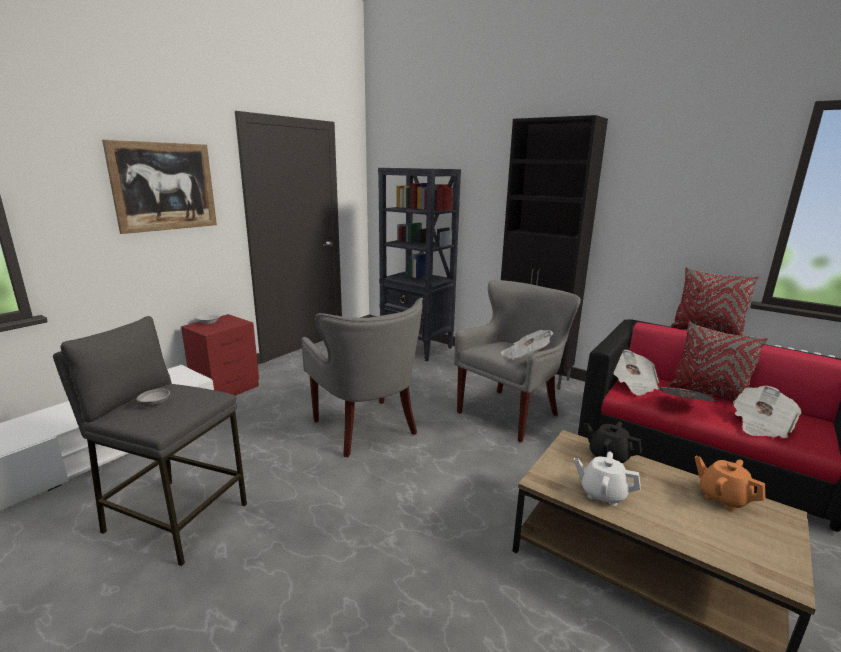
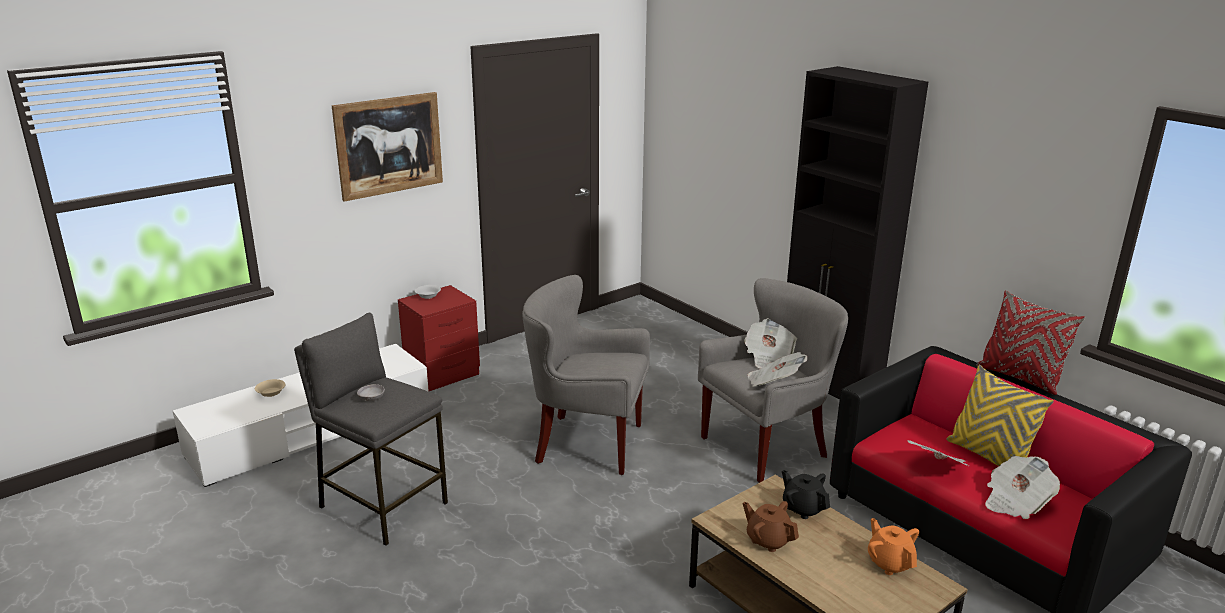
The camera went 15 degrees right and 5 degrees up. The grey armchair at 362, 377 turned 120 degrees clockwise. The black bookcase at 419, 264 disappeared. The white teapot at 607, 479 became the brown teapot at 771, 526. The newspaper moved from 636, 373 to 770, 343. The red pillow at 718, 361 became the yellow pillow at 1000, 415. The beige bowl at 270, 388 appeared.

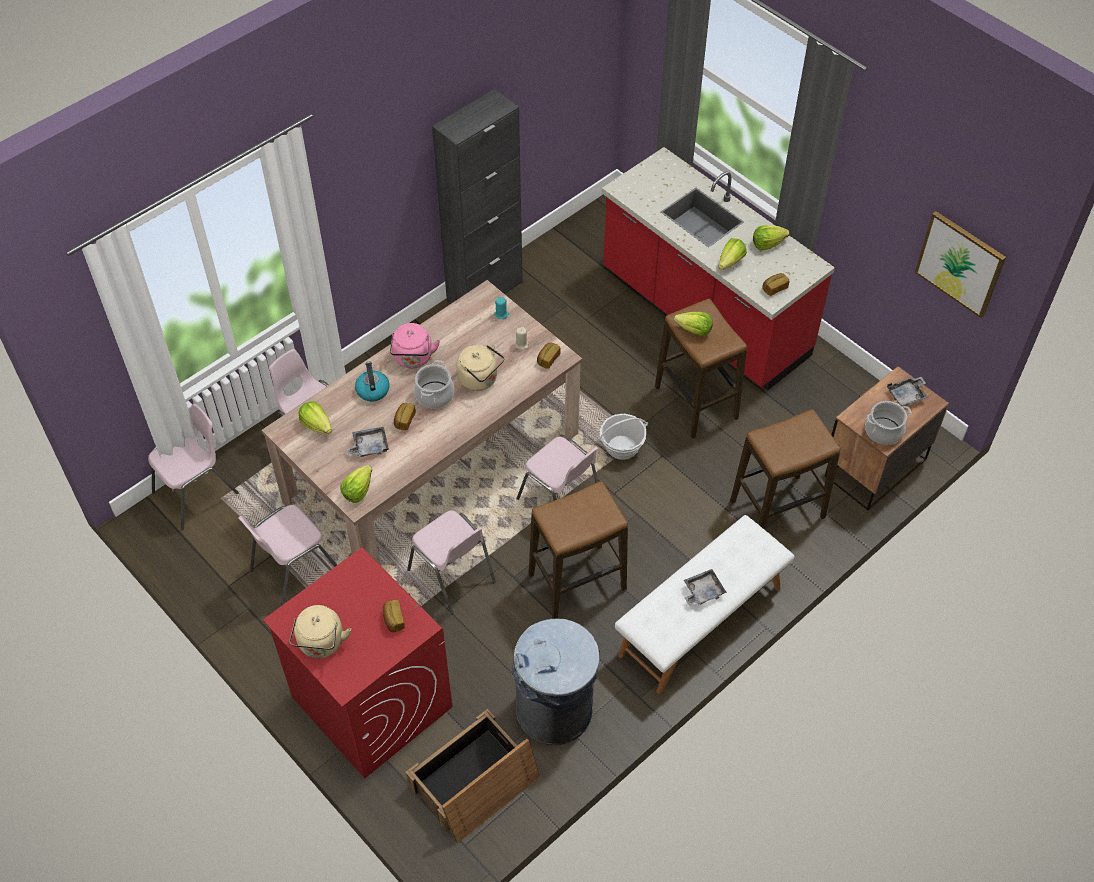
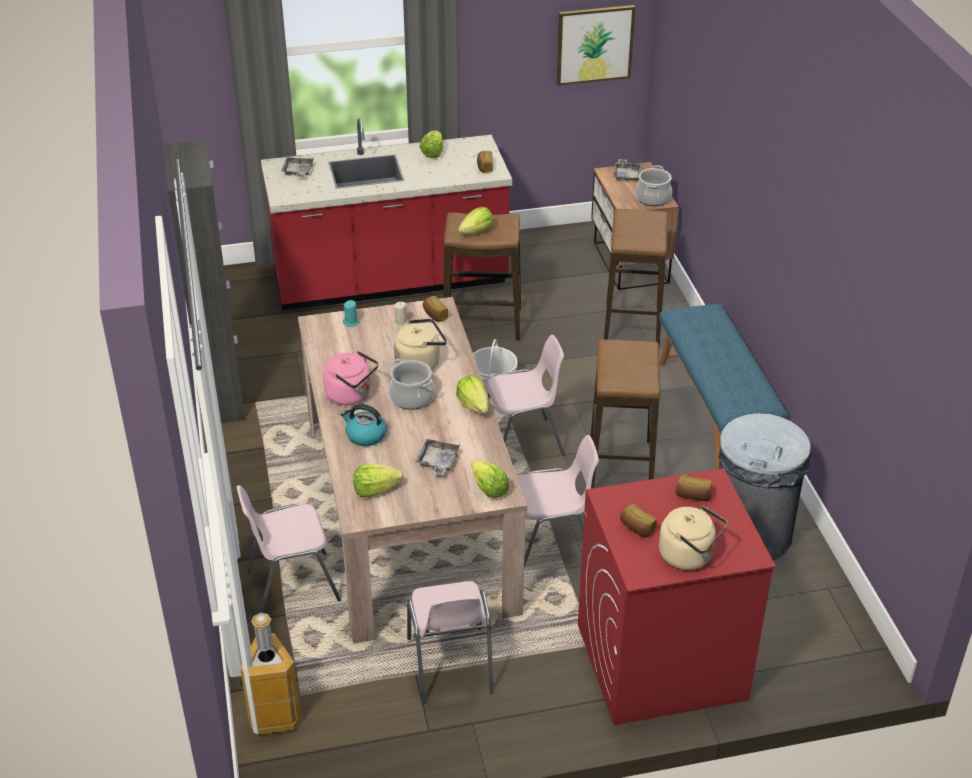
The camera went 60 degrees left and 15 degrees down. The pink chair at 193, 466 was replaced by the trash can at 270, 674. The bread moved from 405, 416 to 638, 520. The crate at 472, 776 disappeared. The white bench at 704, 604 became the blue bench at 723, 386. The grey tray moved from 705, 587 to 297, 167. The lettuce moved from 732, 254 to 472, 394.

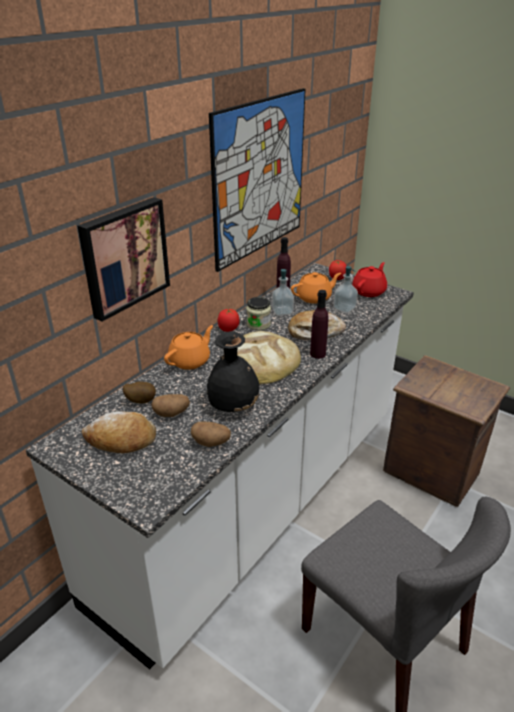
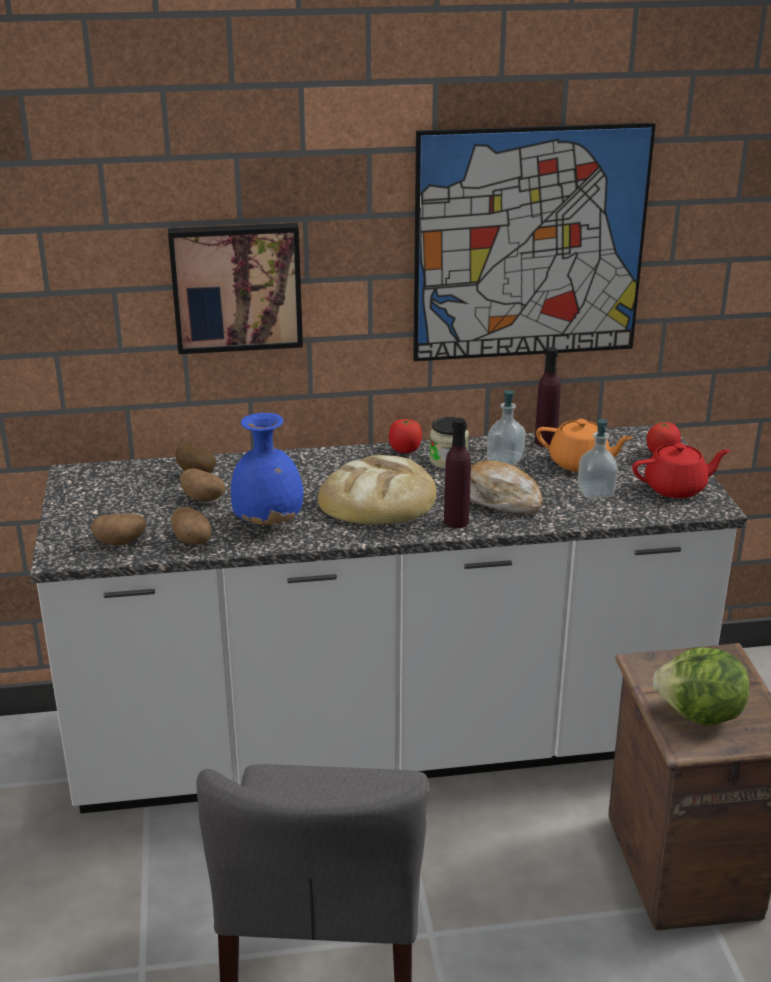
The camera went 45 degrees right and 5 degrees down. The bread at 119, 432 disappeared. The orange teapot at 188, 347 disappeared. The black vase at 233, 372 became the blue vase at 267, 469. The potato at 119, 530 appeared. The lettuce at 701, 686 appeared.

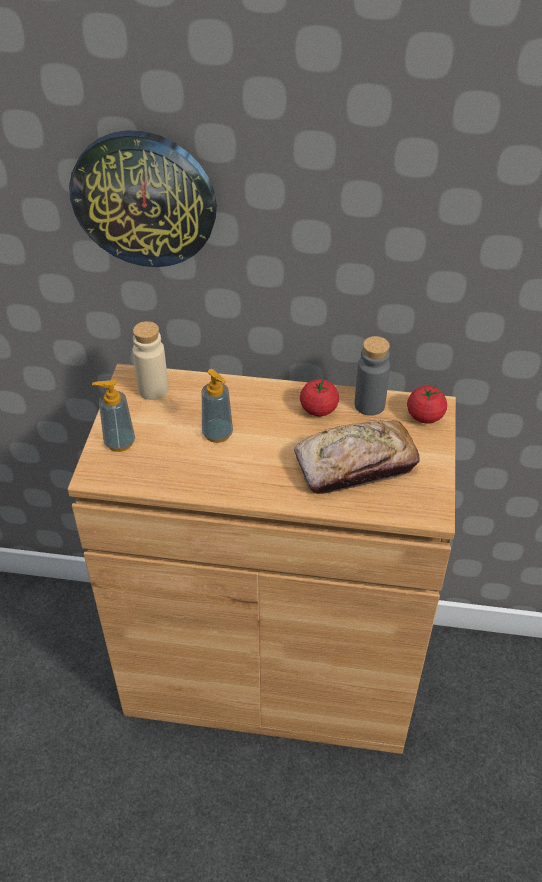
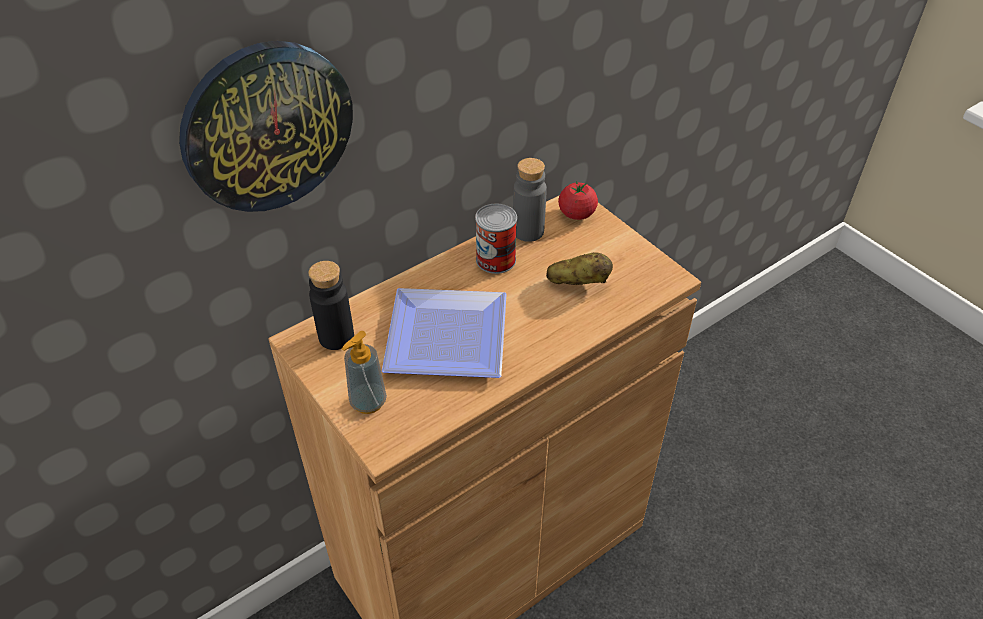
The camera went 45 degrees left and 0 degrees up. The beige bottle at 150, 360 became the black bottle at 331, 305. The soap dispenser at 217, 406 was replaced by the plate at 444, 333. The bread at 356, 457 was replaced by the potato at 579, 268. The tomato at 319, 397 was replaced by the can at 496, 239.

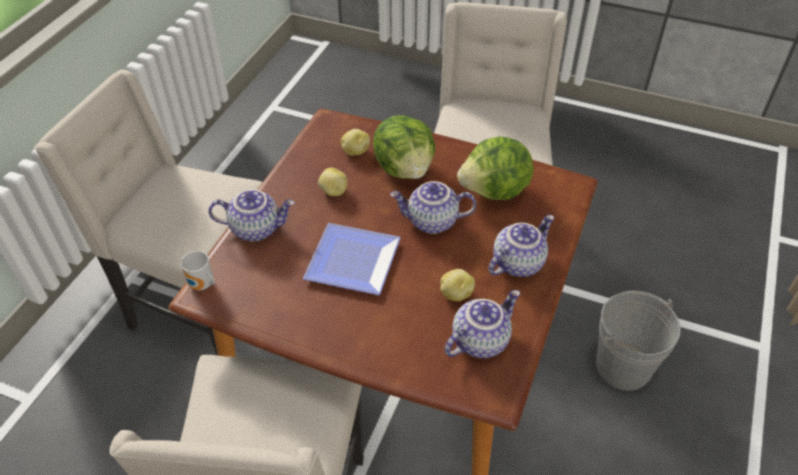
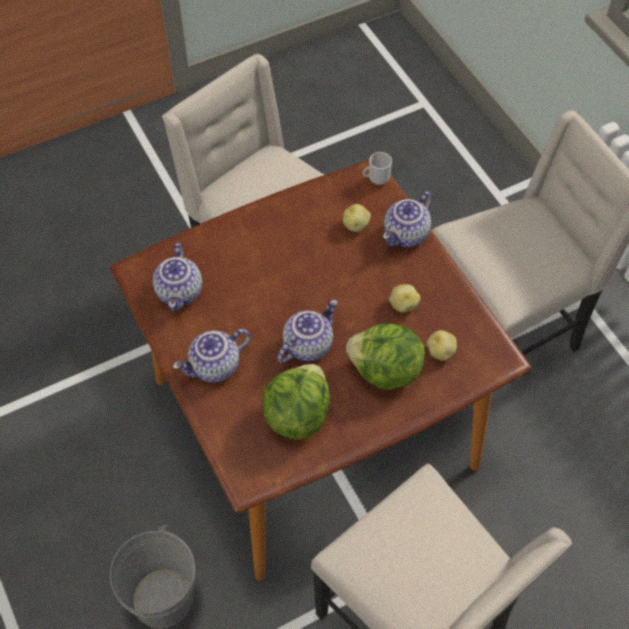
The camera went 130 degrees right and 10 degrees up. The plate at 352, 259 disappeared. The potato moved from 457, 285 to 357, 218. The teapot at 521, 246 turned 60 degrees clockwise.

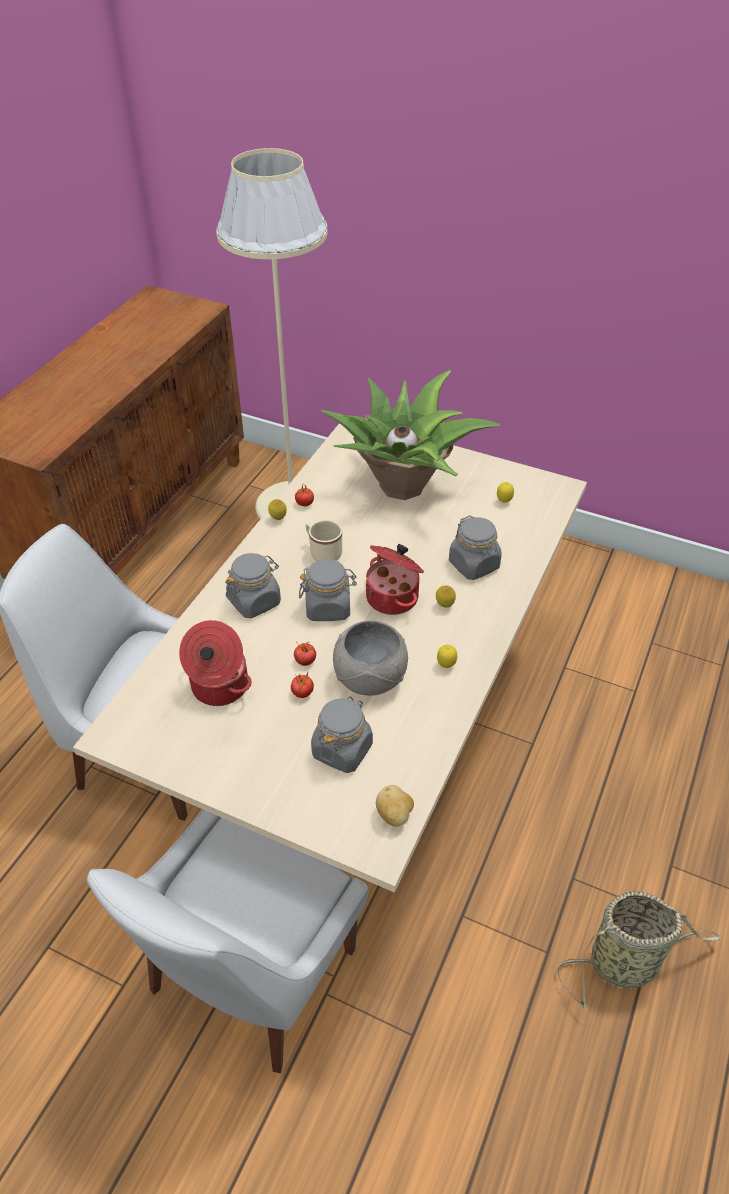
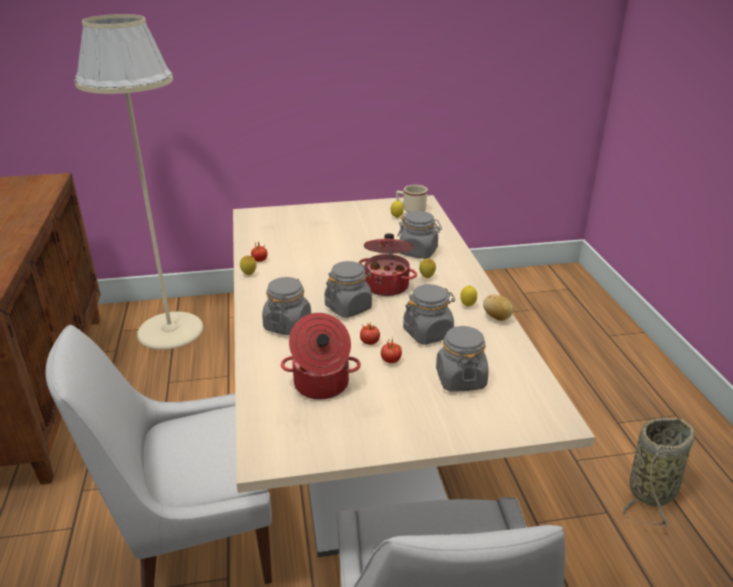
The camera went 35 degrees left and 15 degrees down. The beige mug moved from 323, 540 to 411, 199. The potted plant at 410, 435 disappeared. The grey bowl at 370, 658 was replaced by the grey jar at 429, 314. The potato moved from 395, 805 to 498, 307.

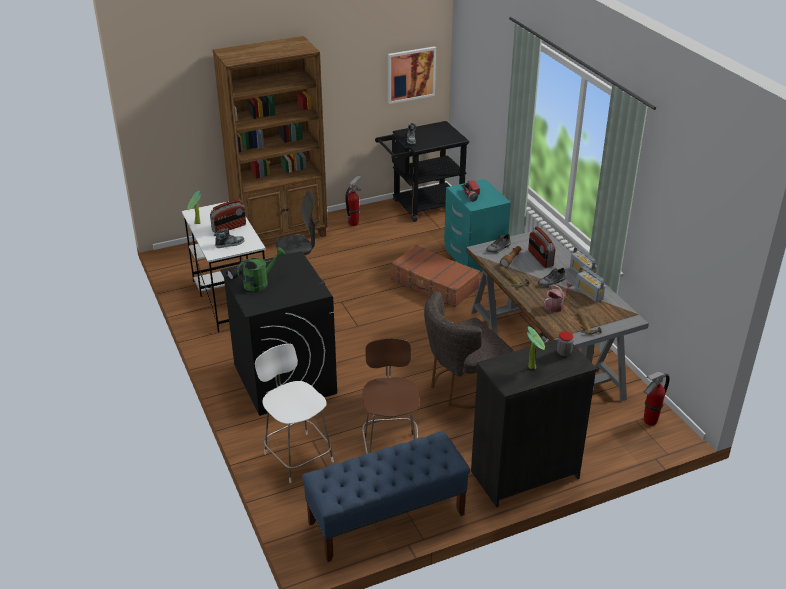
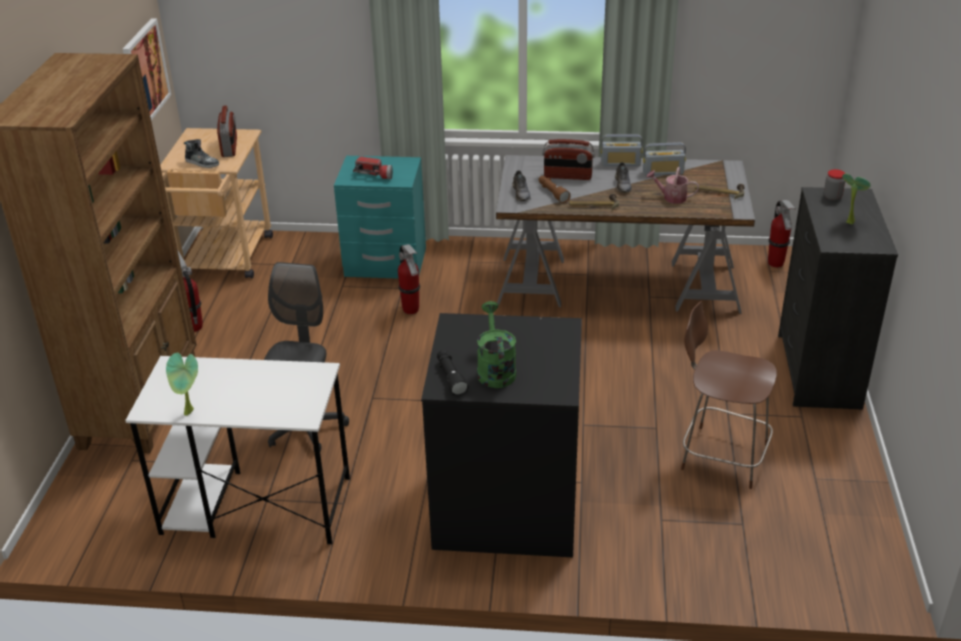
The camera went 60 degrees left and 0 degrees up. The radio moved from 228, 216 to 227, 131. The shoe at 229, 238 disappeared. The white stool at 294, 413 disappeared. The blue bench at 386, 496 disappeared. The black cart at 422, 171 became the beige cart at 216, 203. The brown suitcase at 435, 276 was replaced by the fire extinguisher at 409, 279. The grey chair at 469, 350 disappeared. The watering can at 558, 297 turned 60 degrees counterclockwise.

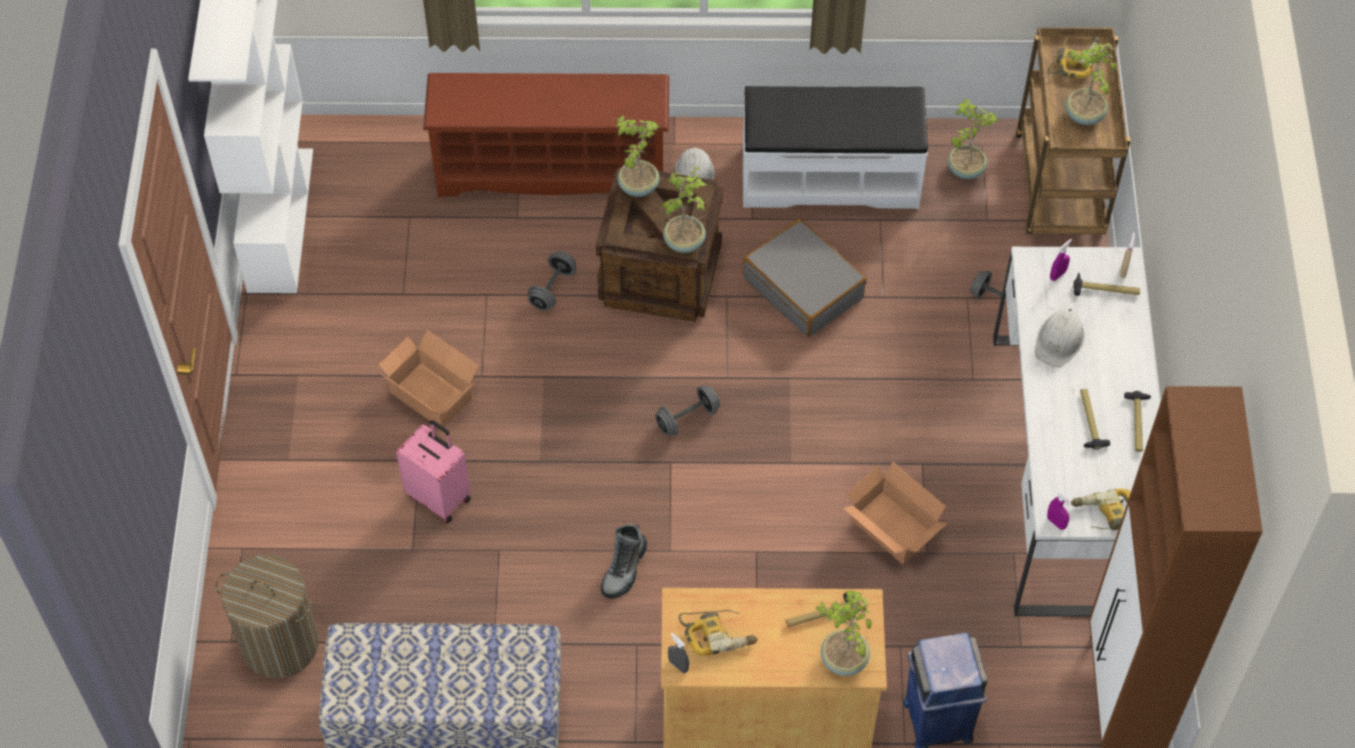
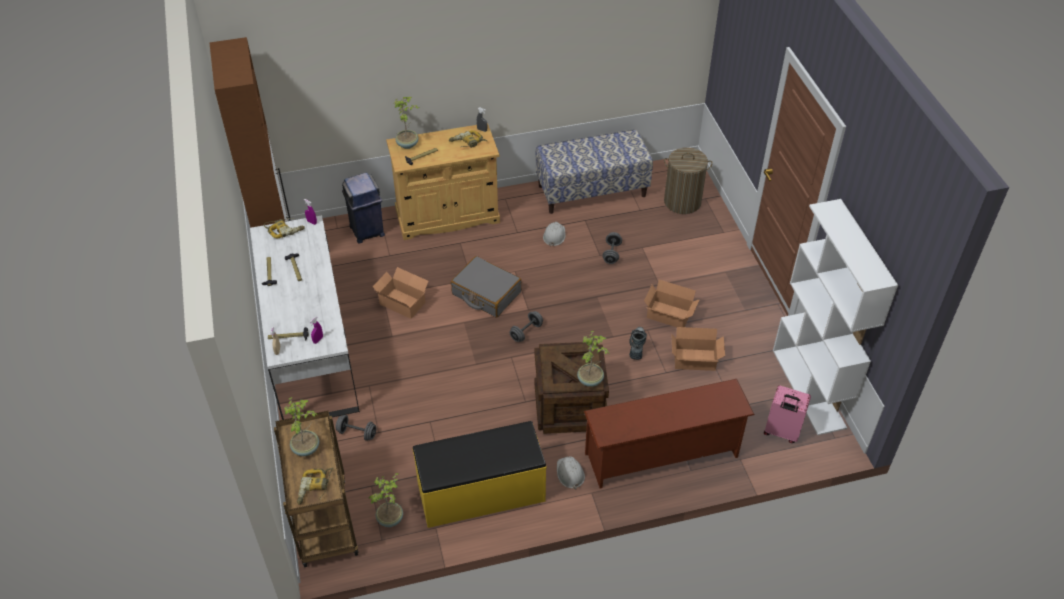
The camera went 165 degrees right and 10 degrees down. The pink suitcase moved from 433, 471 to 787, 414. The grey dumbbell moved from 552, 281 to 612, 248. The boot moved from 624, 561 to 638, 343. The potted plant at 684, 210 disappeared. The white bench at 835, 147 became the yellow bench at 480, 474. The grey suitcase moved from 805, 278 to 486, 286. The white hard hat moved from 1060, 338 to 554, 234. The cardboard box at 698, 349 appeared.

